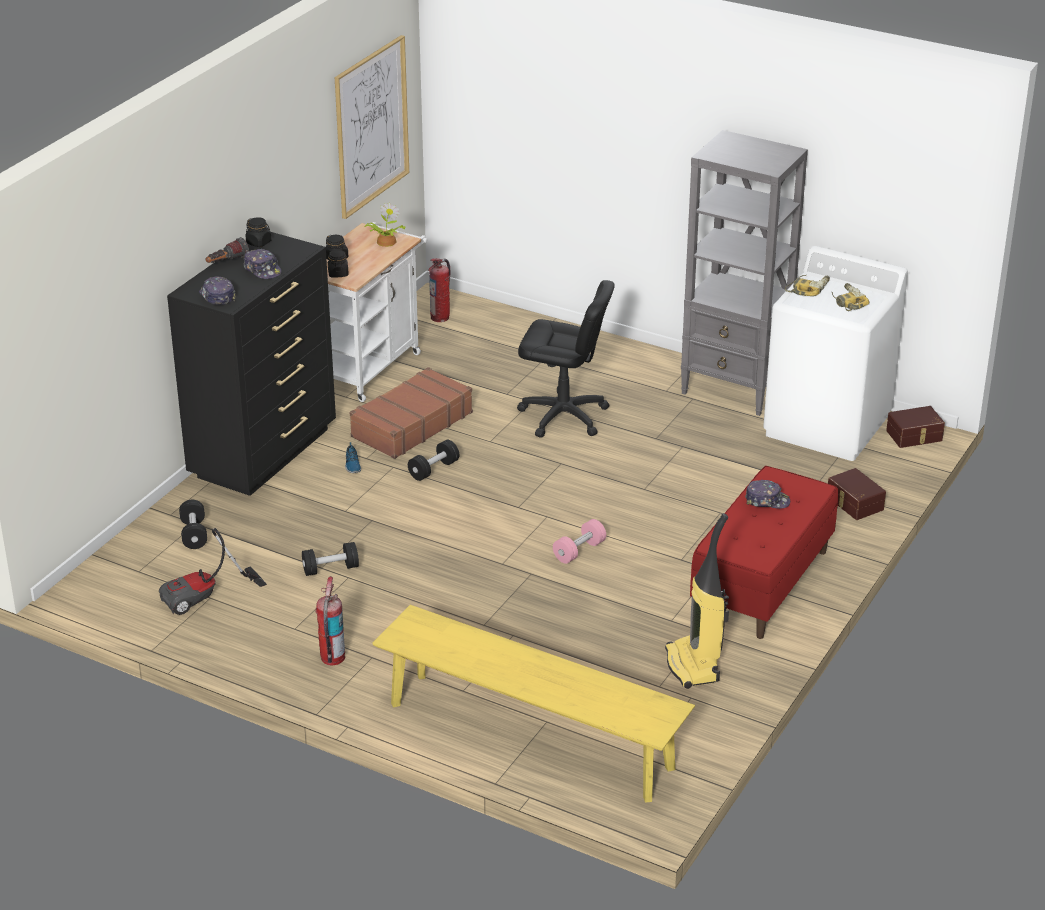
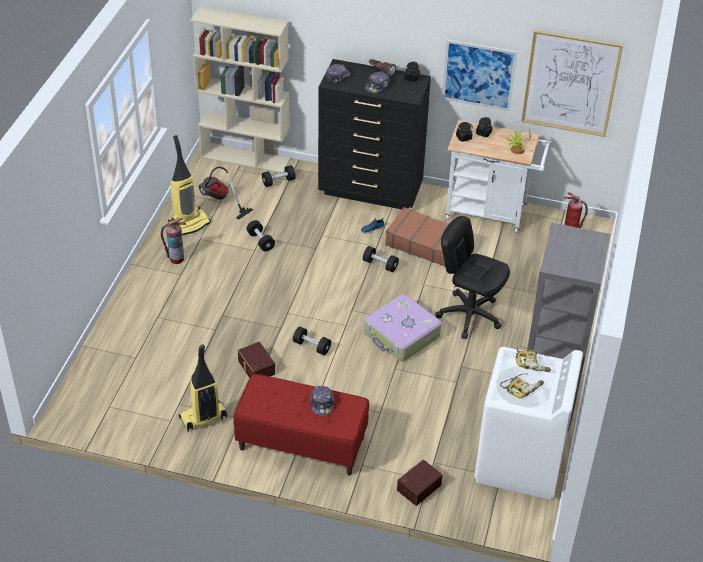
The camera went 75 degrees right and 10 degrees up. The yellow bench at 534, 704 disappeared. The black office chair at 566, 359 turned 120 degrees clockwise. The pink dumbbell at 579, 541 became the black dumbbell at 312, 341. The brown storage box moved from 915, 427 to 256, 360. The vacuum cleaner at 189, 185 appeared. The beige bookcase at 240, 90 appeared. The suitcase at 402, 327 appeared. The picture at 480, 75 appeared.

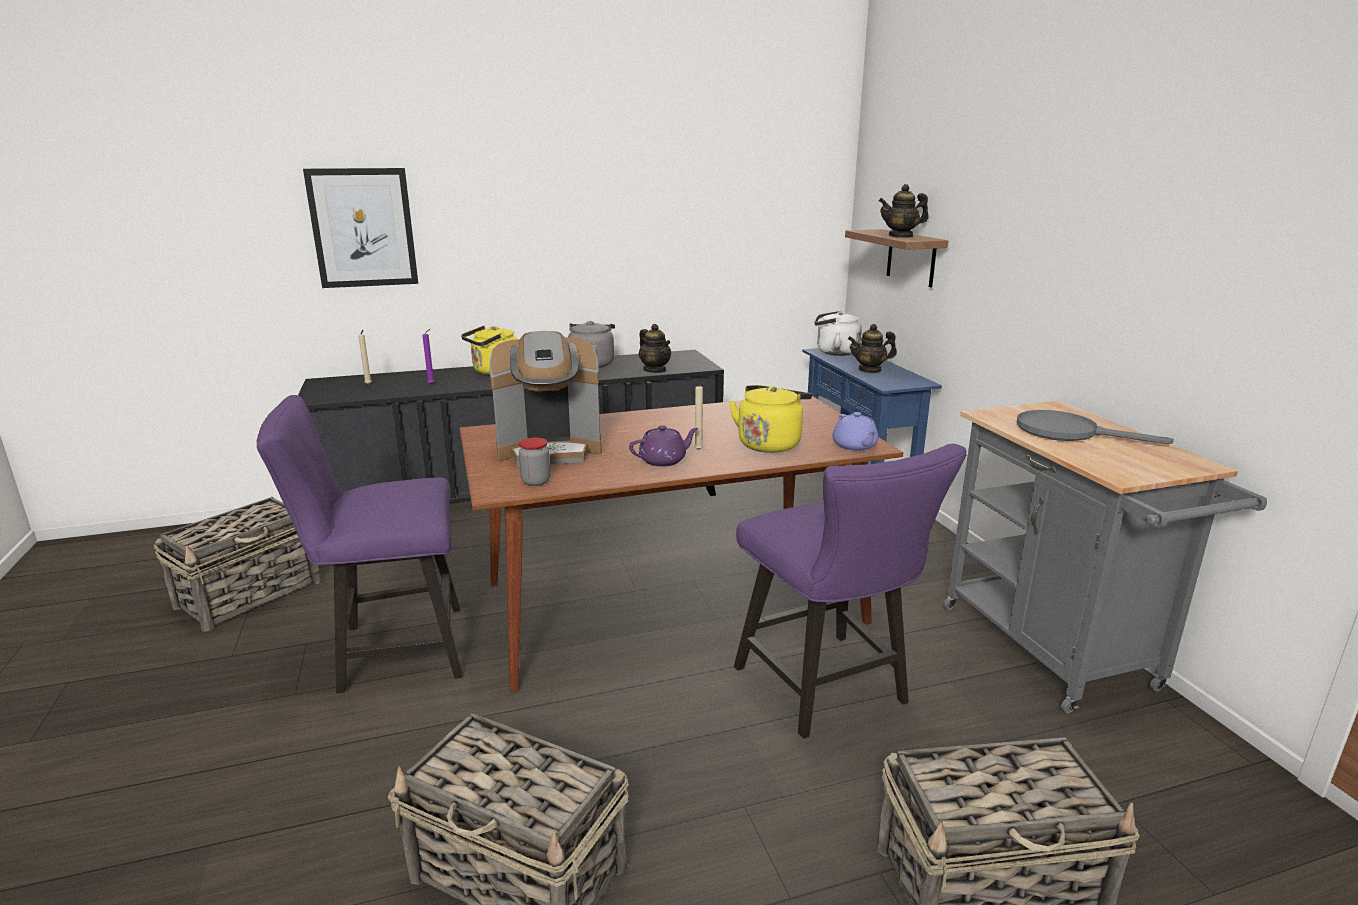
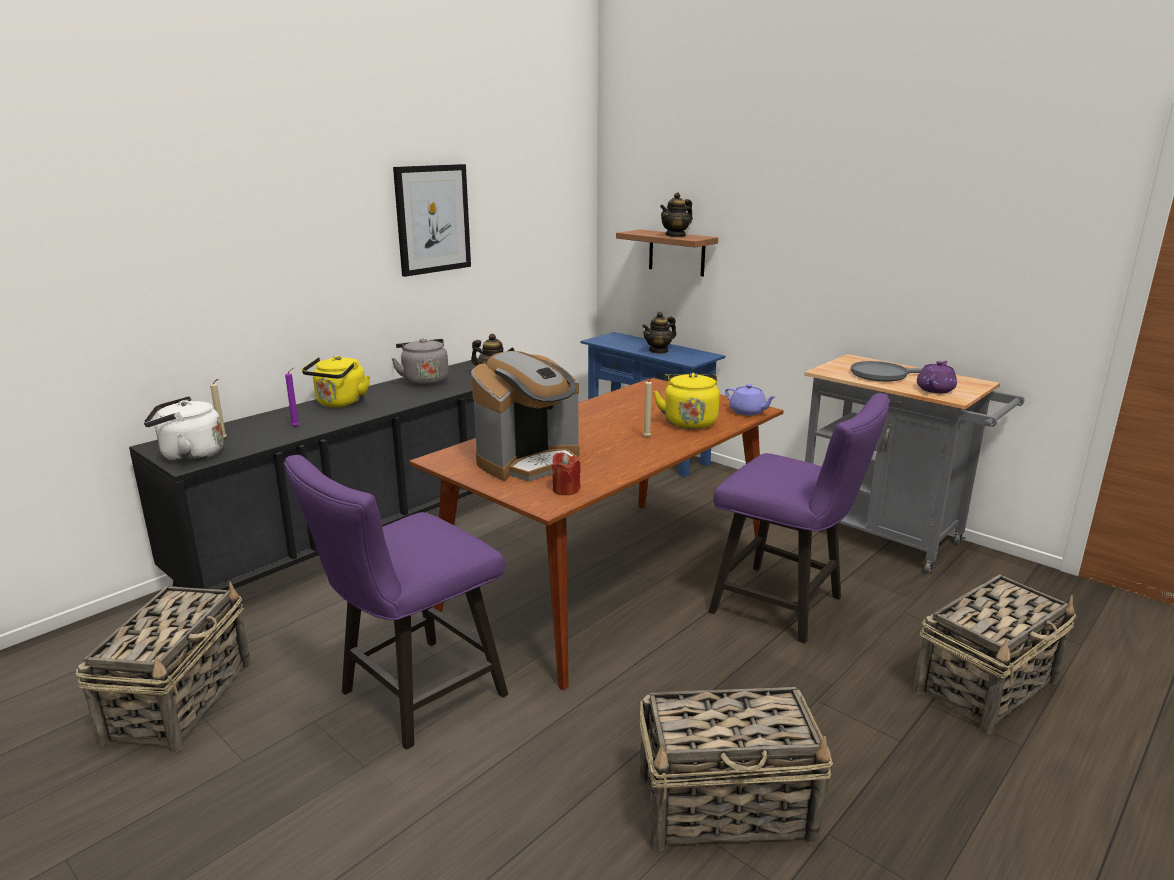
The camera went 30 degrees left and 0 degrees up. The picture moved from 360, 228 to 432, 220. The jar at 534, 462 was replaced by the red candle at 566, 473. The purple teapot moved from 664, 446 to 937, 377. The white kettle moved from 838, 333 to 184, 429.

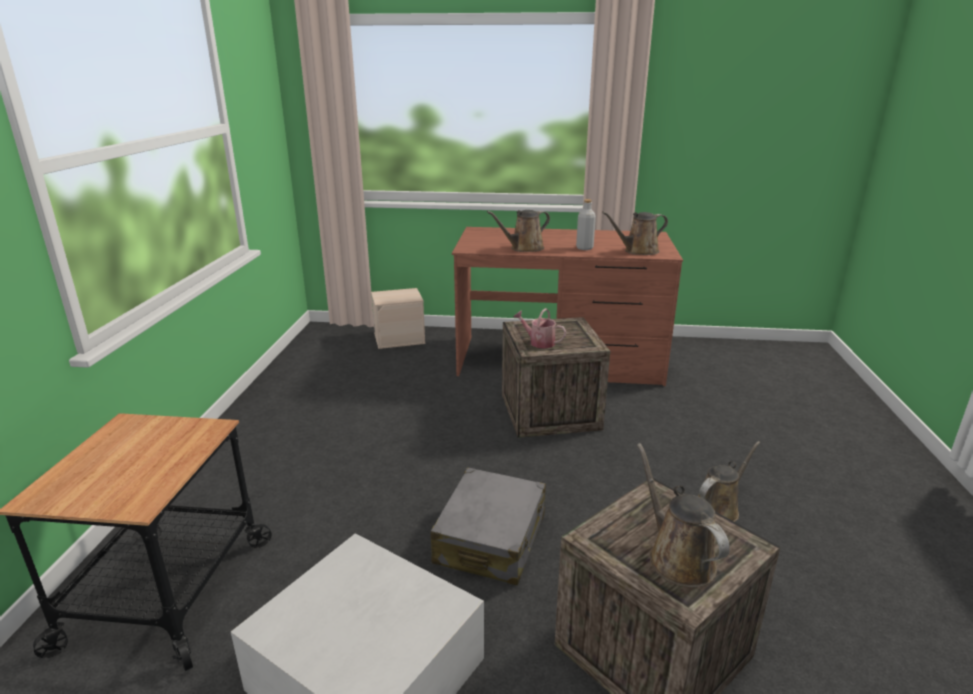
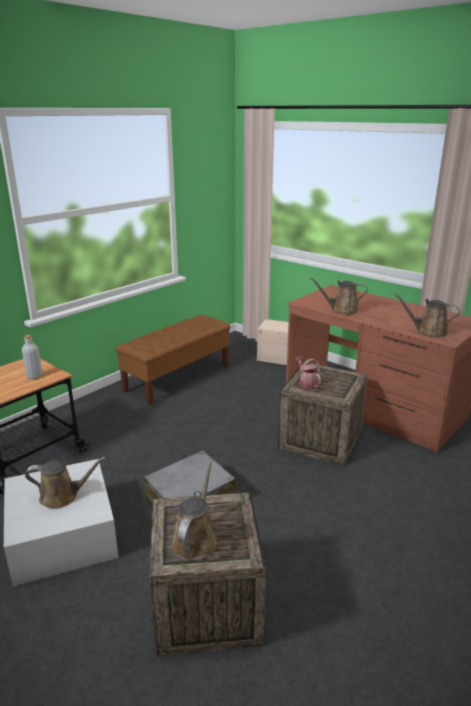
The camera went 35 degrees right and 0 degrees up. The grey bottle moved from 586, 224 to 32, 357. The brown watering can moved from 729, 481 to 65, 483. The brown bench at 173, 360 appeared.

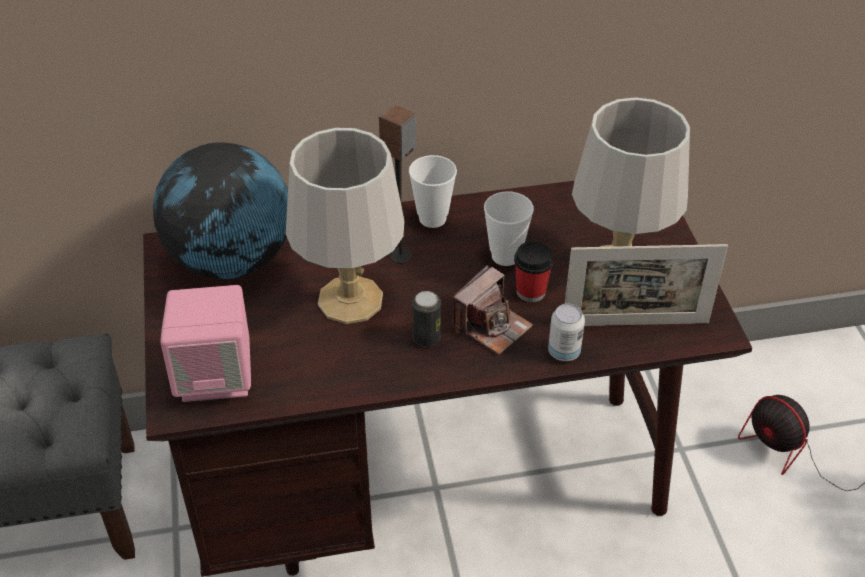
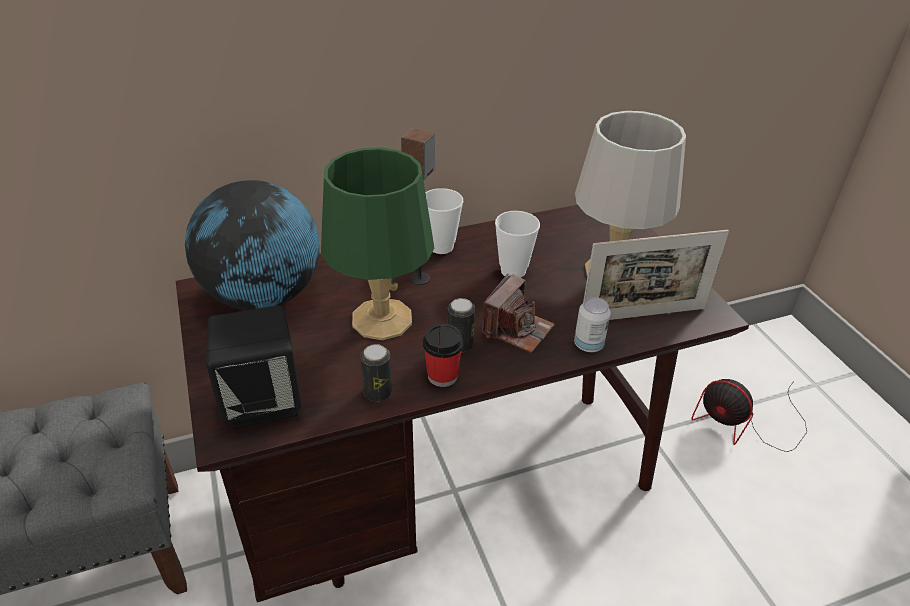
The camera went 10 degrees left and 5 degrees down. The pink speaker at 205, 343 became the black speaker at 254, 366. The grey table lamp at 345, 226 became the green table lamp at 377, 243. The cup moved from 533, 271 to 443, 355. The can at 376, 373 appeared.

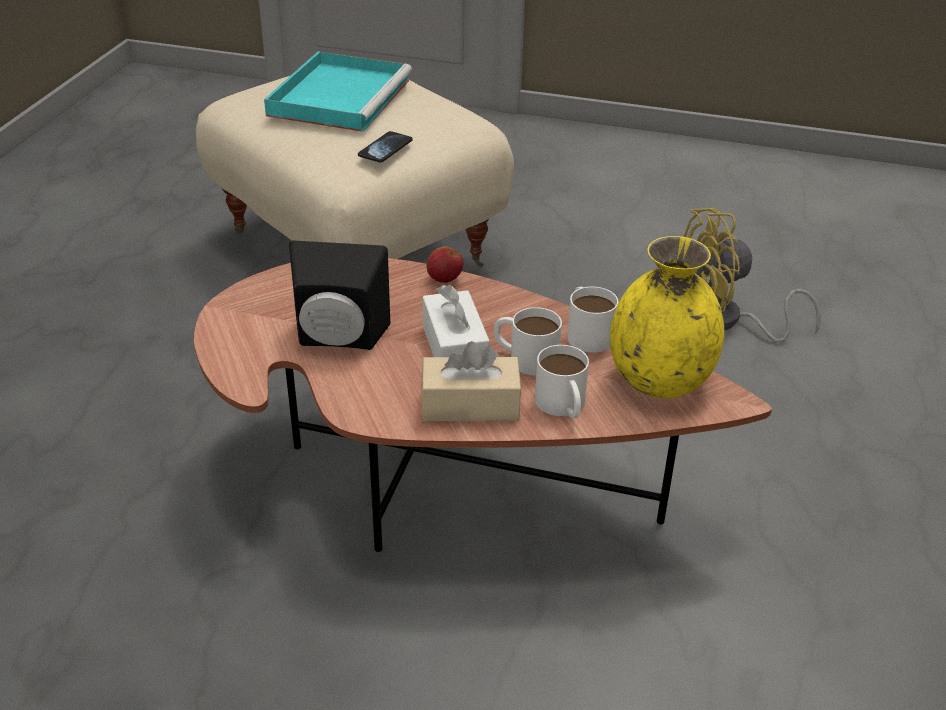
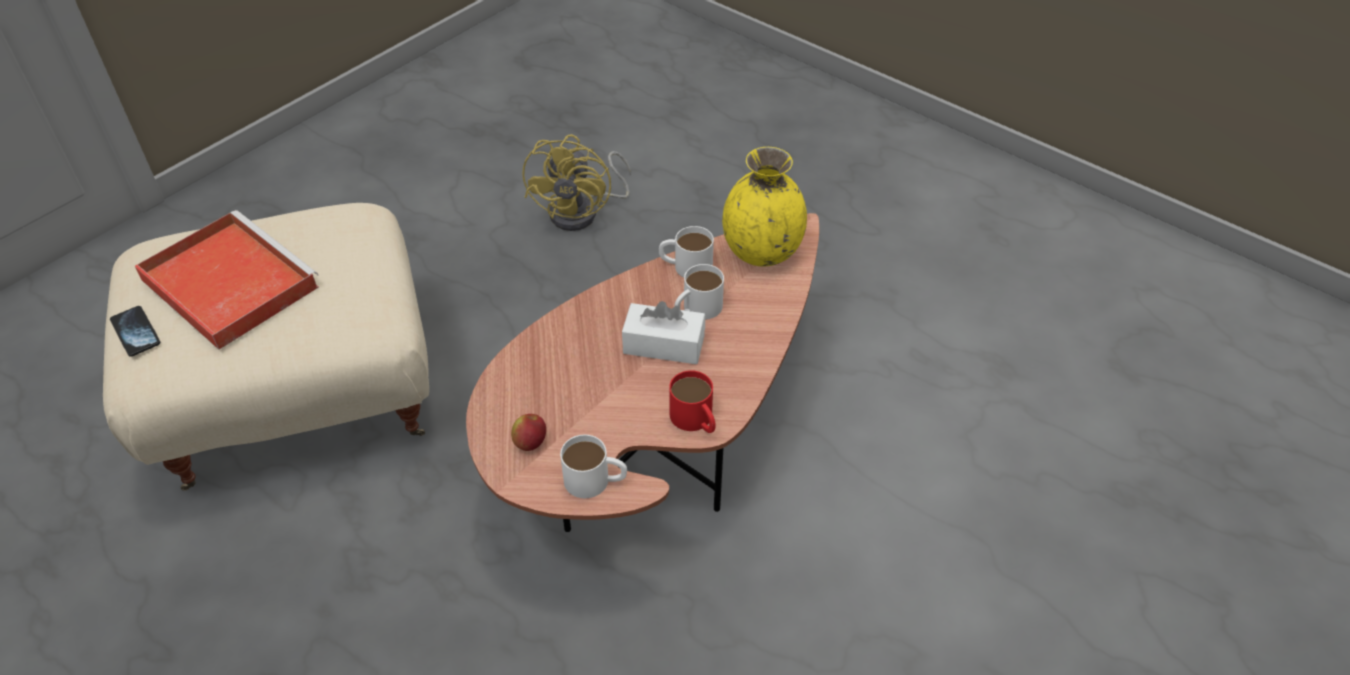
The camera went 65 degrees left and 10 degrees up. The turquoise tray at 338, 91 became the red tray at 227, 279. The black speaker at 339, 295 disappeared. The phone moved from 385, 147 to 135, 331. The beige tissue box at 471, 381 disappeared. The apple moved from 445, 265 to 528, 432. The white mug moved from 562, 381 to 593, 466. The red mug at 692, 401 appeared.

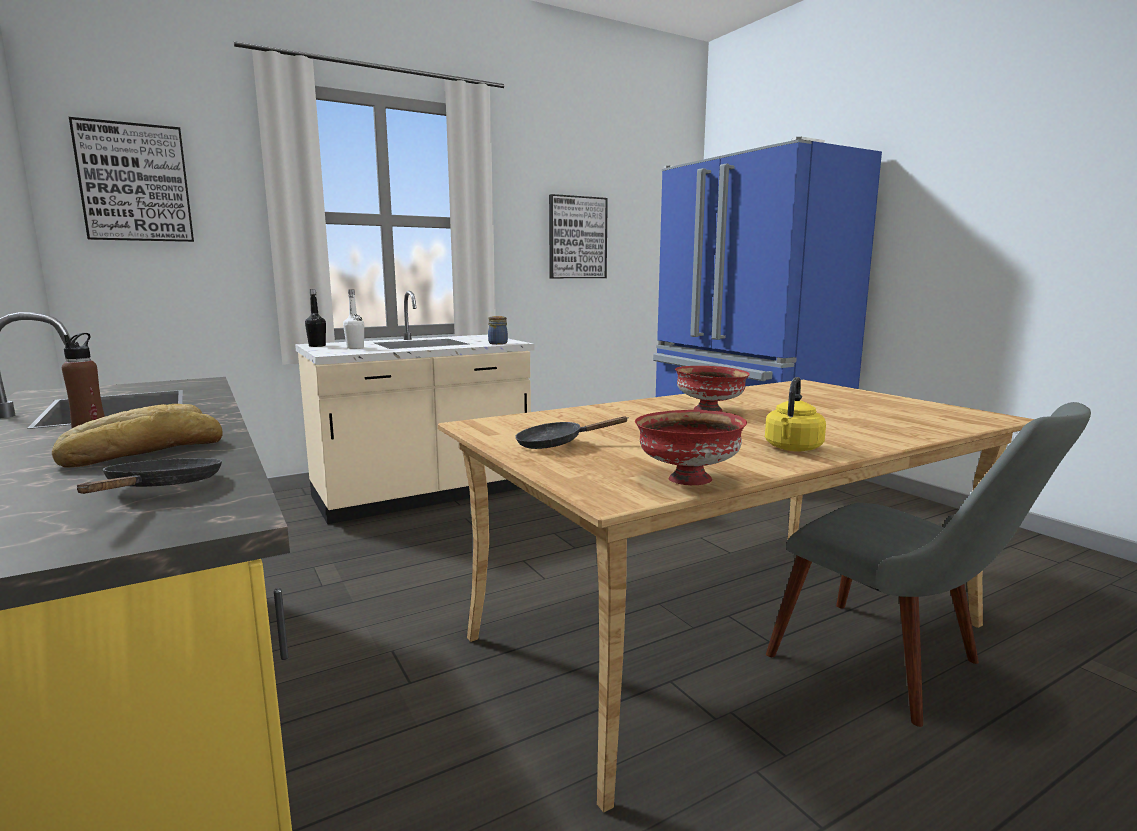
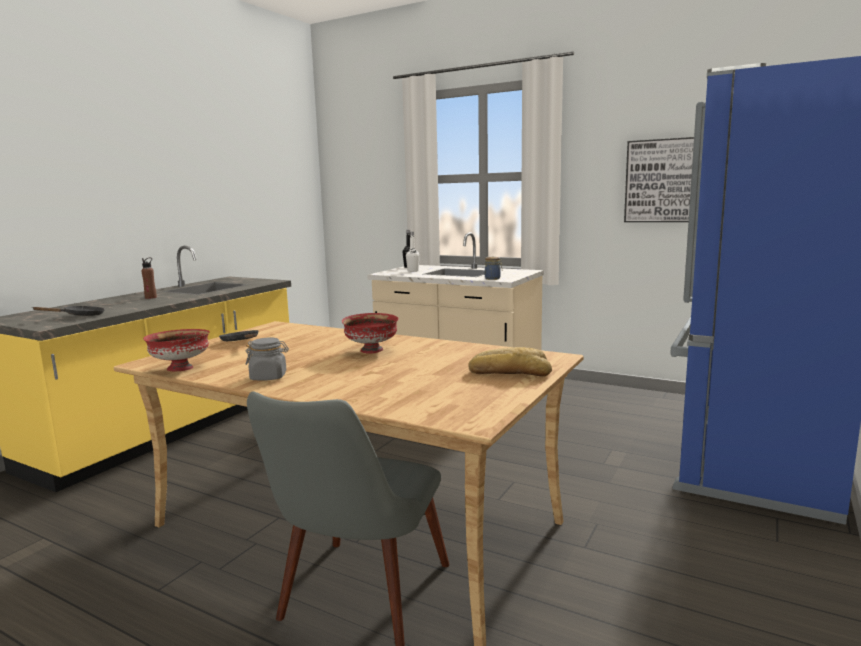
The camera went 60 degrees right and 0 degrees up. The bread moved from 137, 436 to 510, 362. The picture at 131, 179 disappeared. The yellow kettle at 795, 414 was replaced by the grey jar at 267, 359.

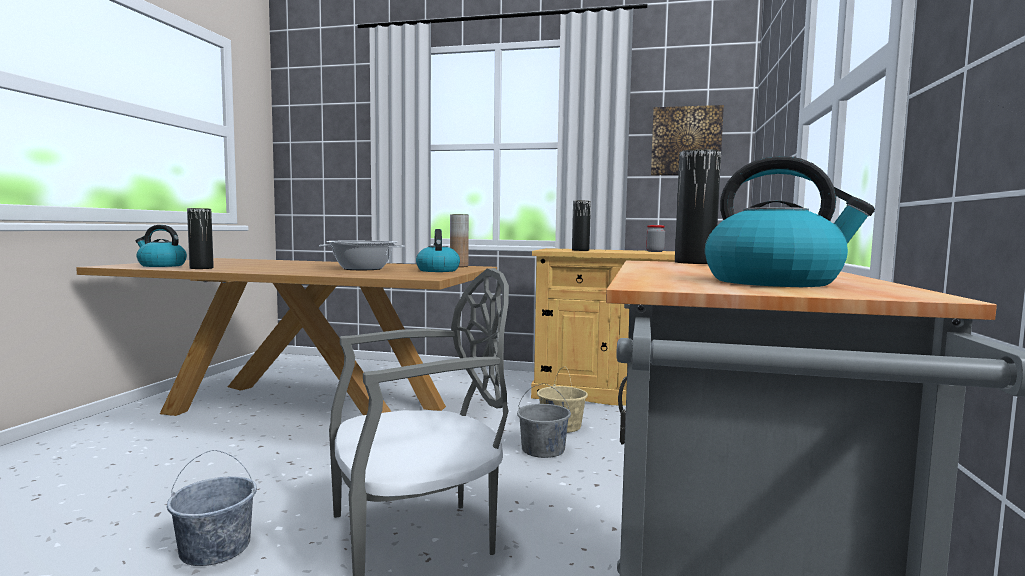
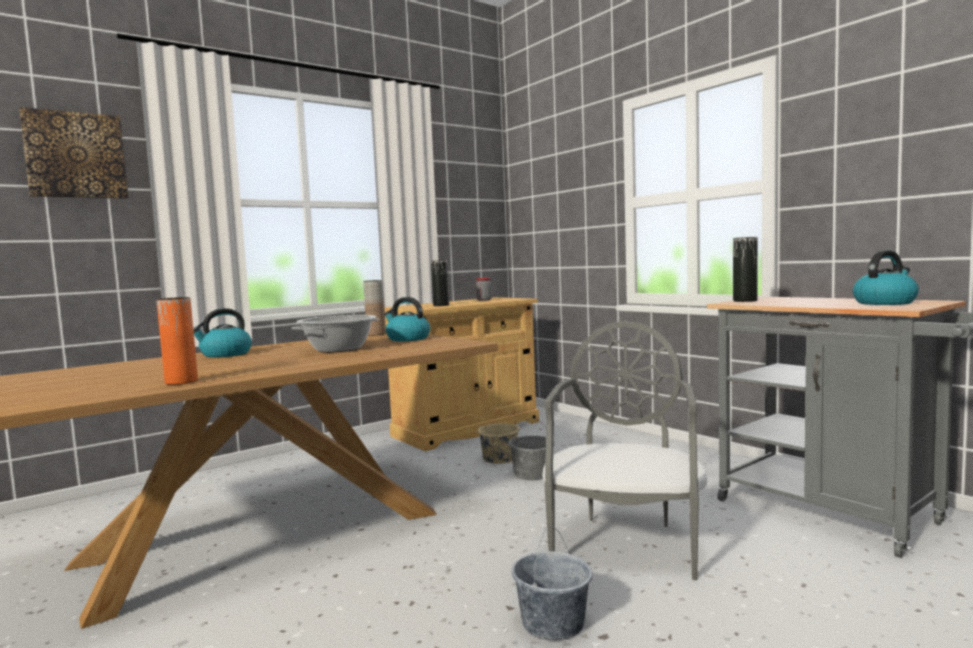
The camera went 50 degrees left and 0 degrees up. The kettle moved from 161, 246 to 222, 333. The black vase at 200, 238 became the orange vase at 177, 341. The picture moved from 687, 140 to 73, 153.

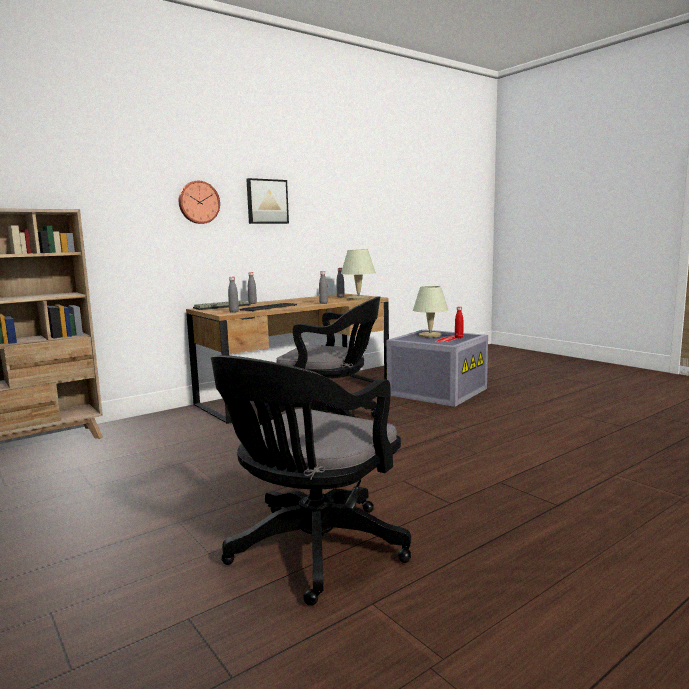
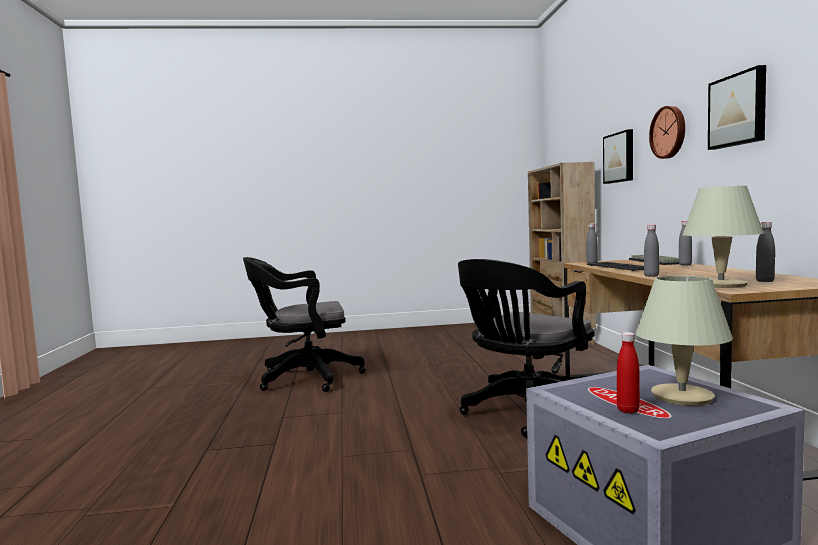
The camera went 120 degrees right and 5 degrees down. The black office chair at 311, 480 turned 75 degrees counterclockwise. The picture at 618, 156 appeared.

